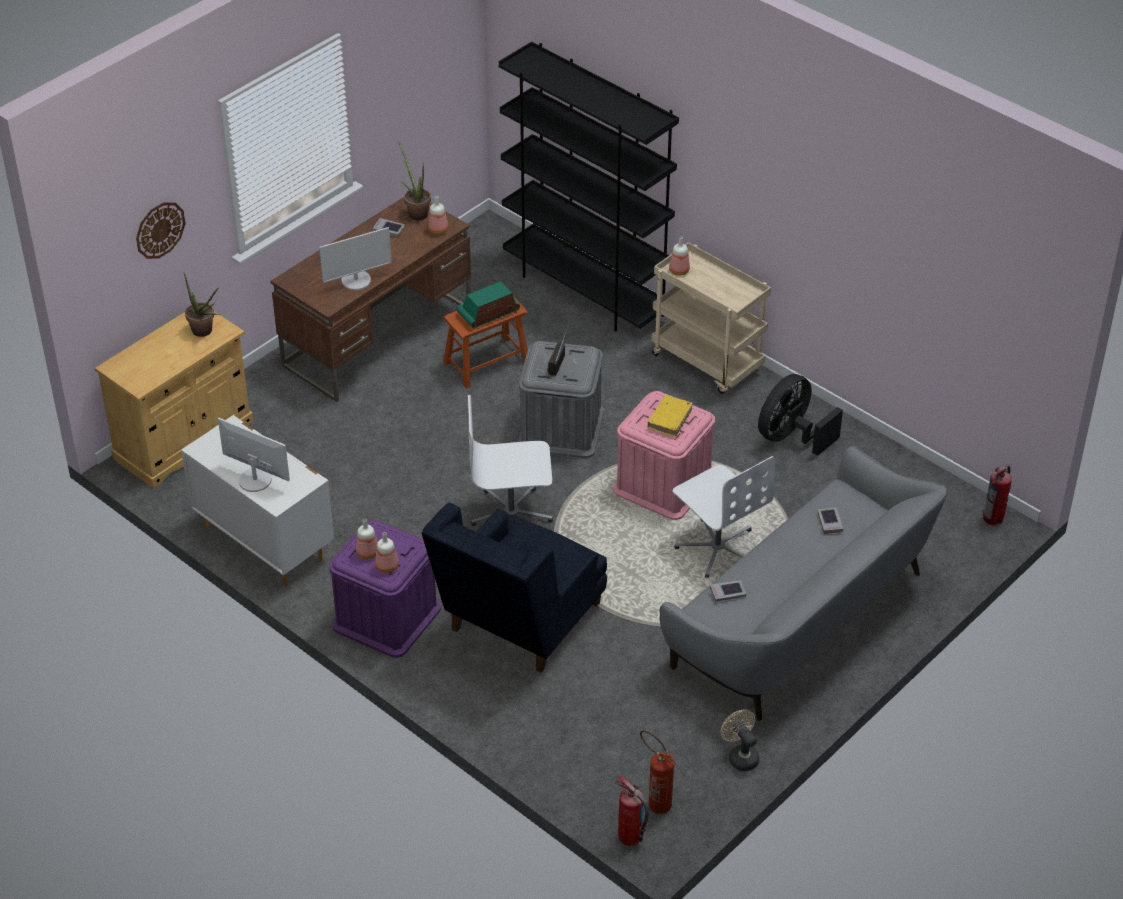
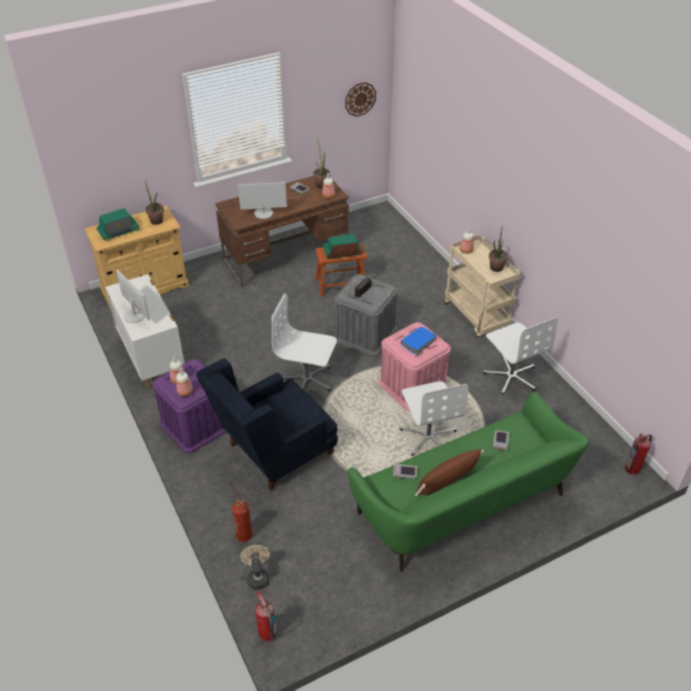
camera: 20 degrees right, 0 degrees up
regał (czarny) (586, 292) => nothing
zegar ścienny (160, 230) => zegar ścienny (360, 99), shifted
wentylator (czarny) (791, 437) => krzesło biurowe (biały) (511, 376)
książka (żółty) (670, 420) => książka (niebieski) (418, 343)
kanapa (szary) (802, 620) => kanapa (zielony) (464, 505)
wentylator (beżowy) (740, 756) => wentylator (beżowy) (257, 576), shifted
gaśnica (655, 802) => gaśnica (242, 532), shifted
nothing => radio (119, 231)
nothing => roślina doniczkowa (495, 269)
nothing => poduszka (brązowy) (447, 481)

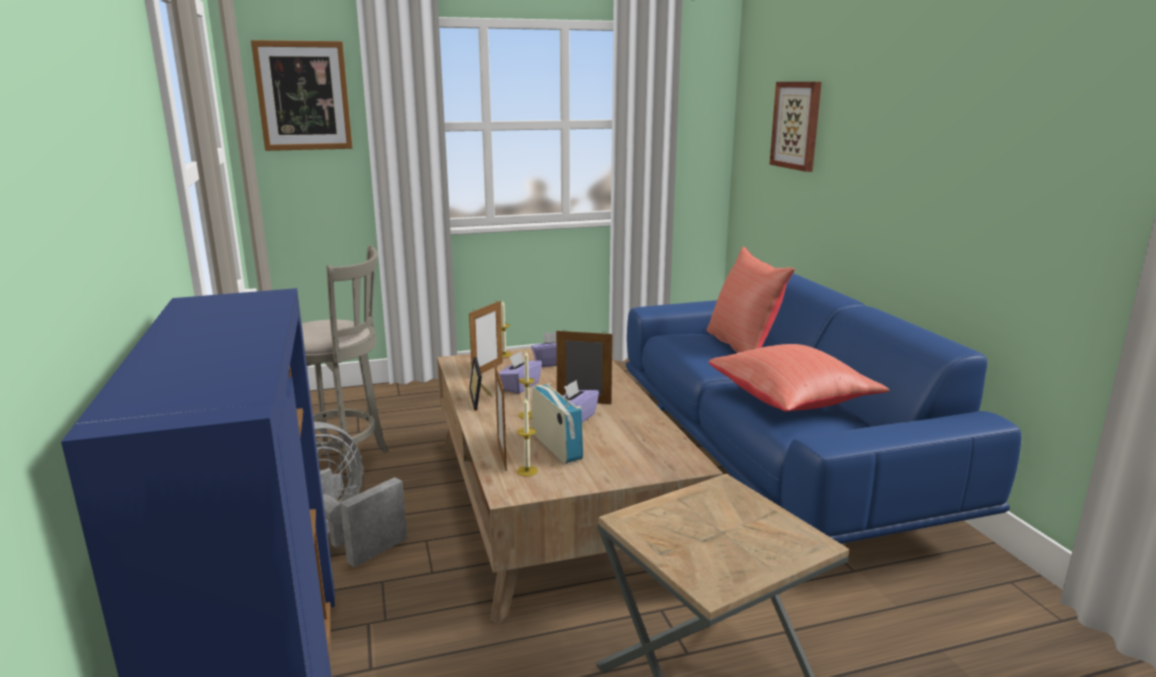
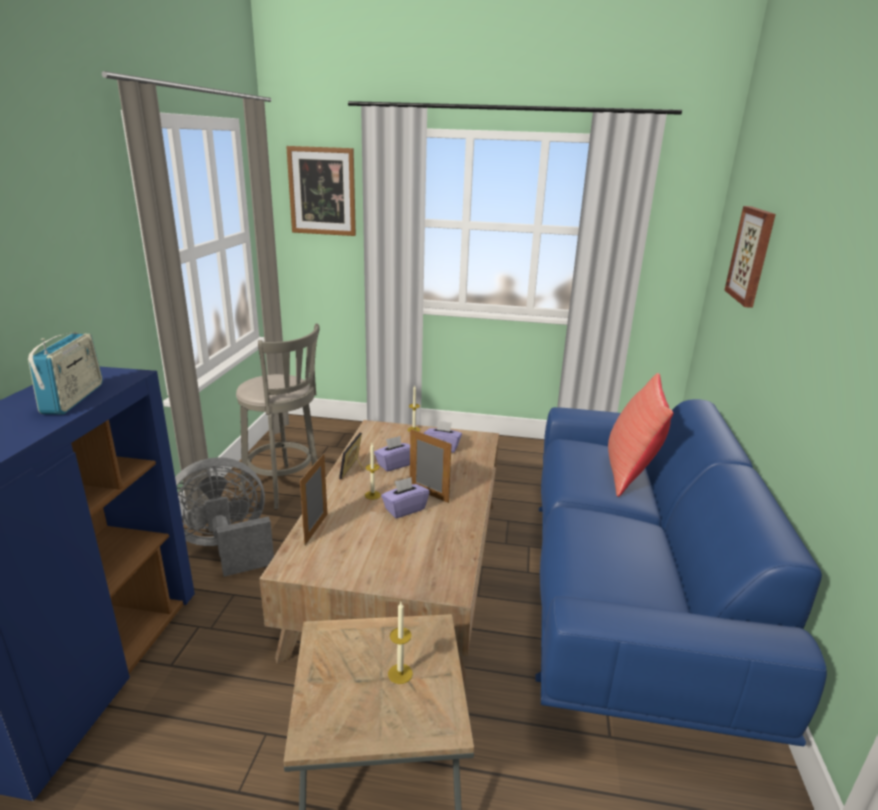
camera: 25 degrees right, 5 degrees up
ramka na zdjęcie (487, 370) => nothing
poduszka (czerwony) (792, 401) => nothing
radio (556, 446) => radio (73, 399), shifted
świeca (527, 471) => świeca (400, 673), shifted

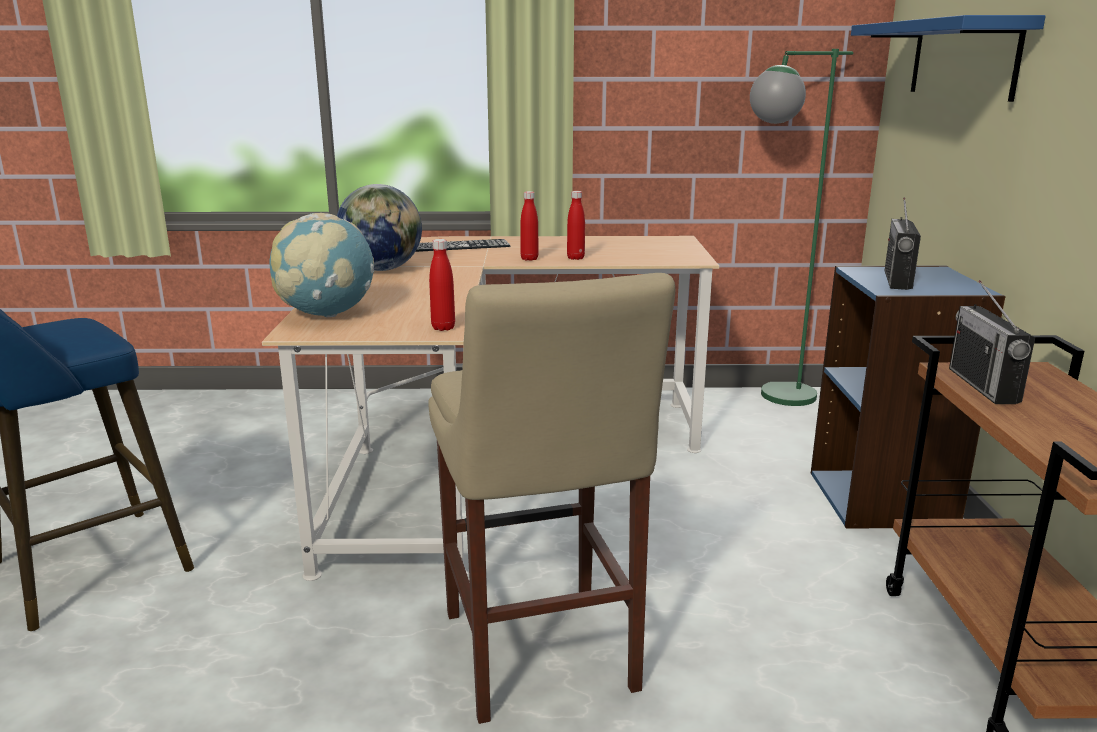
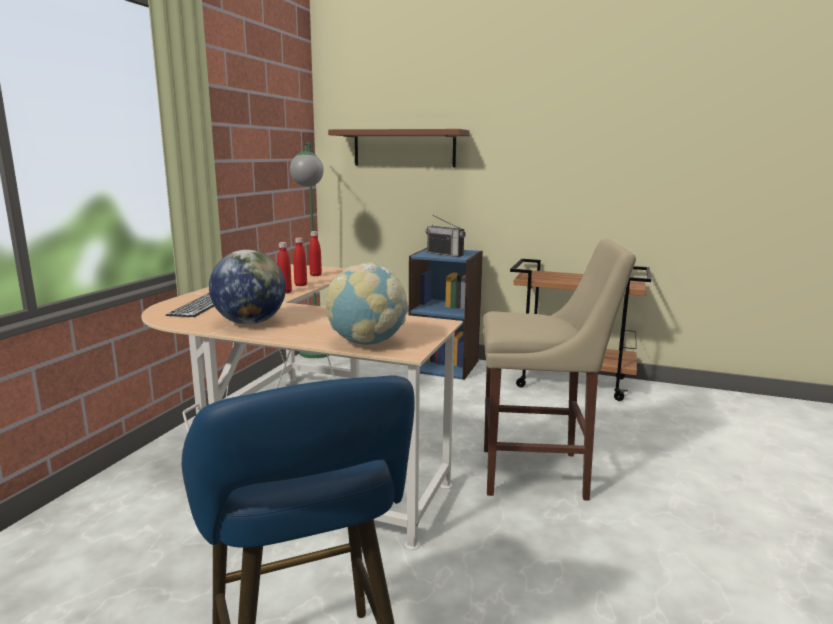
camera: 70 degrees left, 5 degrees down
półka (niebieski) (963, 59) => półka (brązowy) (404, 148)
butelka (czerwony) (443, 328) => butelka (czerwony) (315, 275), shifted
radio (983, 386) => nothing

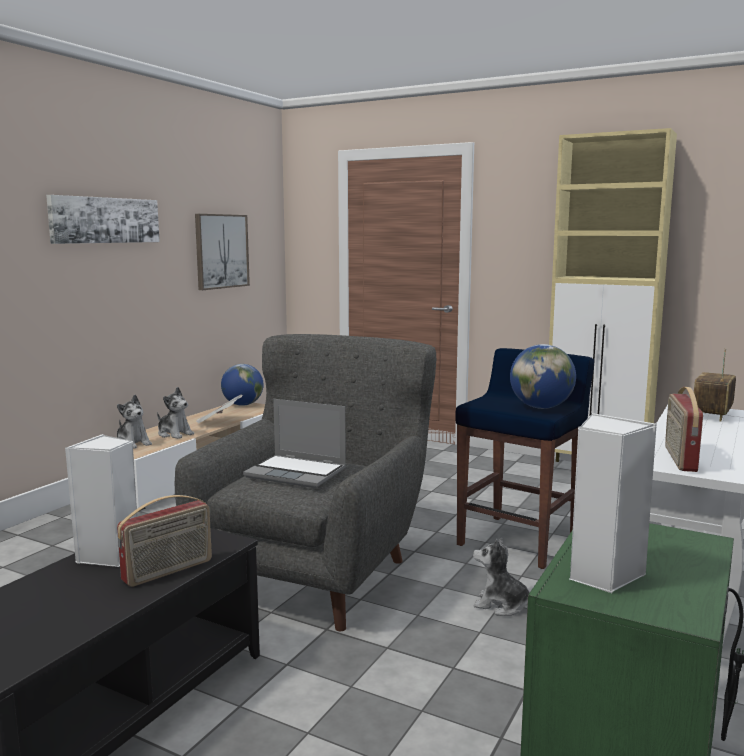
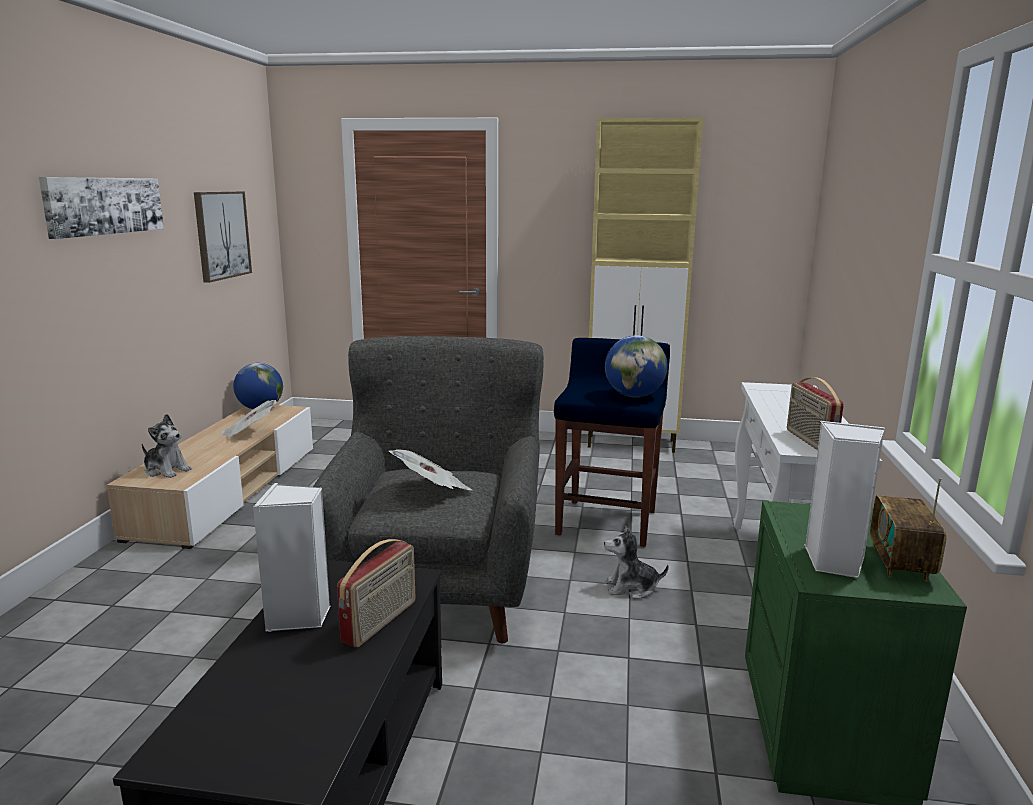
camera: 20 degrees left, 5 degrees up
radio (712, 415) => radio (900, 563), shifted
pluszak (175, 434) => nothing
laptop (297, 473) => gazeta (432, 490)

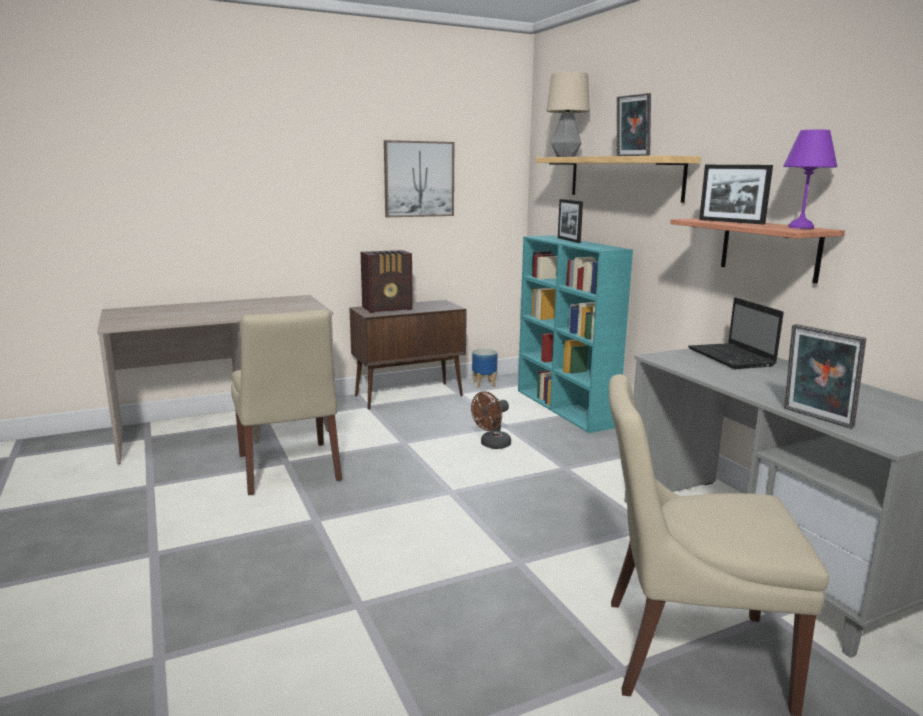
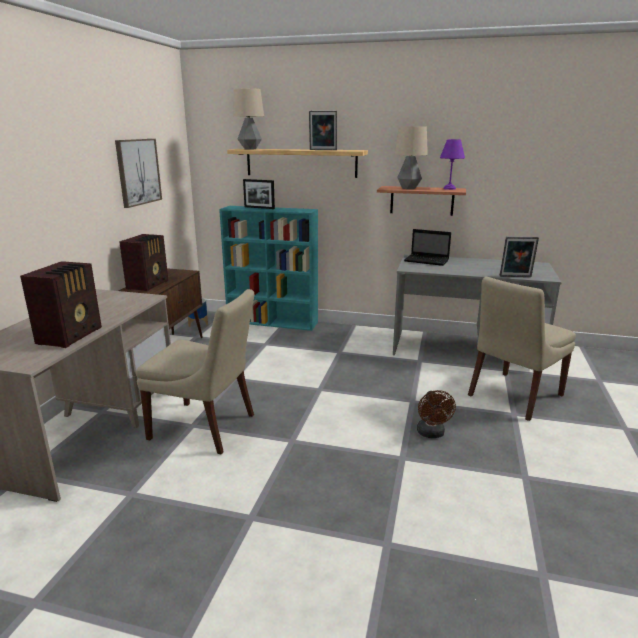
camera: 50 degrees left, 5 degrees up
ramka na zdjęcie (731, 222) => lampa stołowa (408, 188)
wentylator (brązowy) (492, 445) => wentylator (brązowy) (432, 434), shifted
nothing => radio (71, 335)

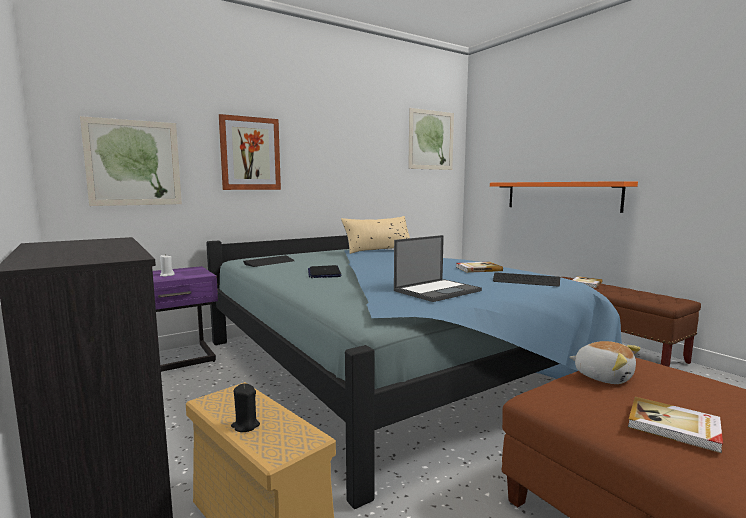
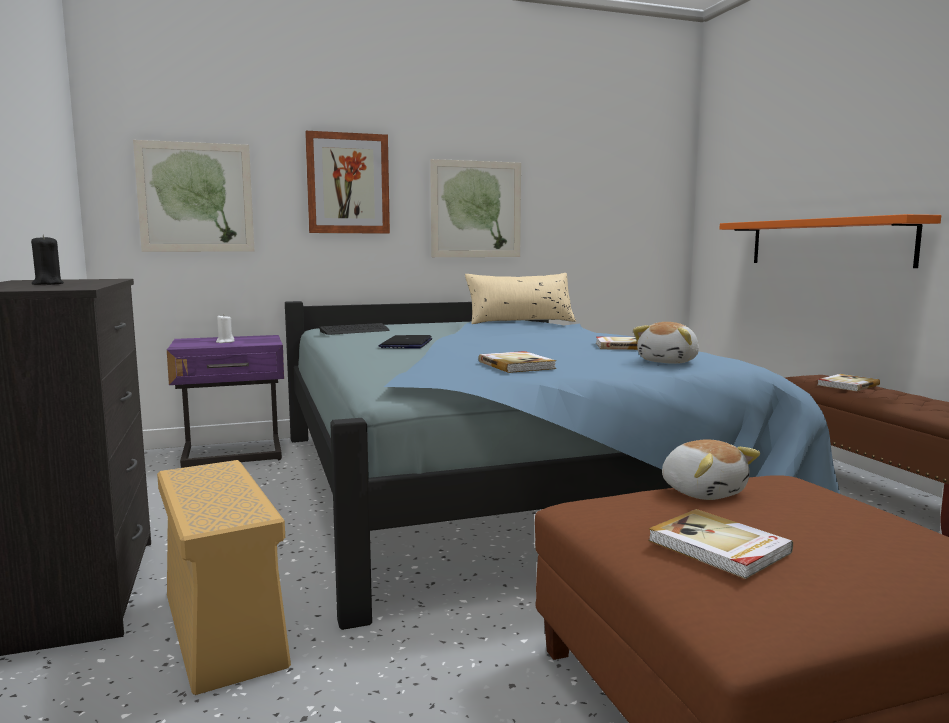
camera: 15 degrees right, 0 degrees up
obraz (431, 140) => obraz (476, 209), shifted
laptop (437, 290) => książka (517, 365)
klawiatura (525, 281) => pluszak (669, 362)
świeca (czarny) (245, 426) => świeca (czarny) (47, 284), shifted

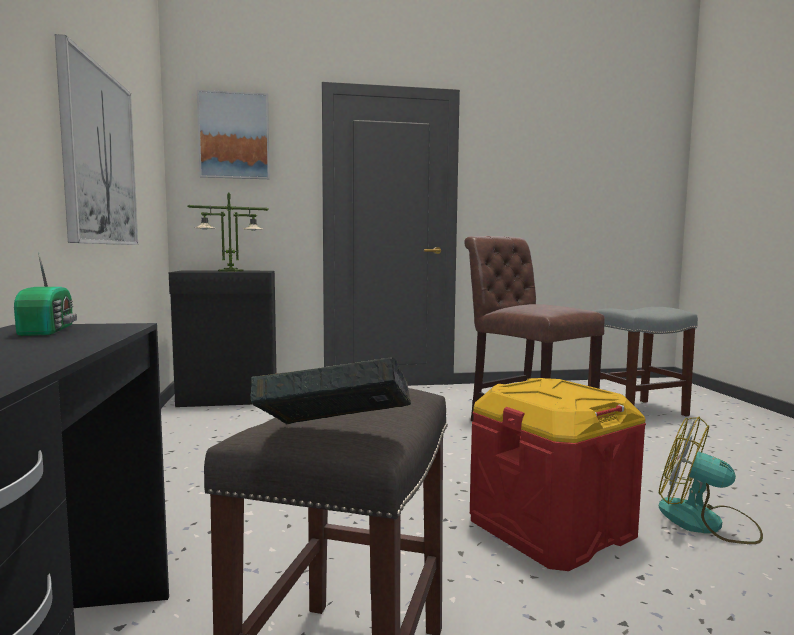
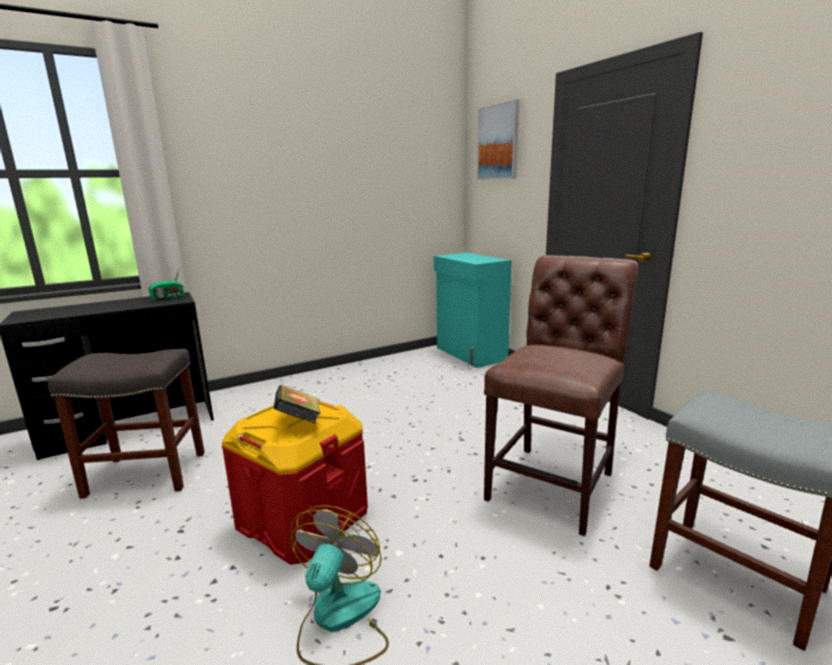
camera: 70 degrees right, 10 degrees up
obraz (99, 157) => nothing
lampa stołowa (230, 271) => nothing
szafka (czarny) (229, 399) => szafka (turkusowy) (470, 354)
książka (335, 437) => książka (299, 421), shifted

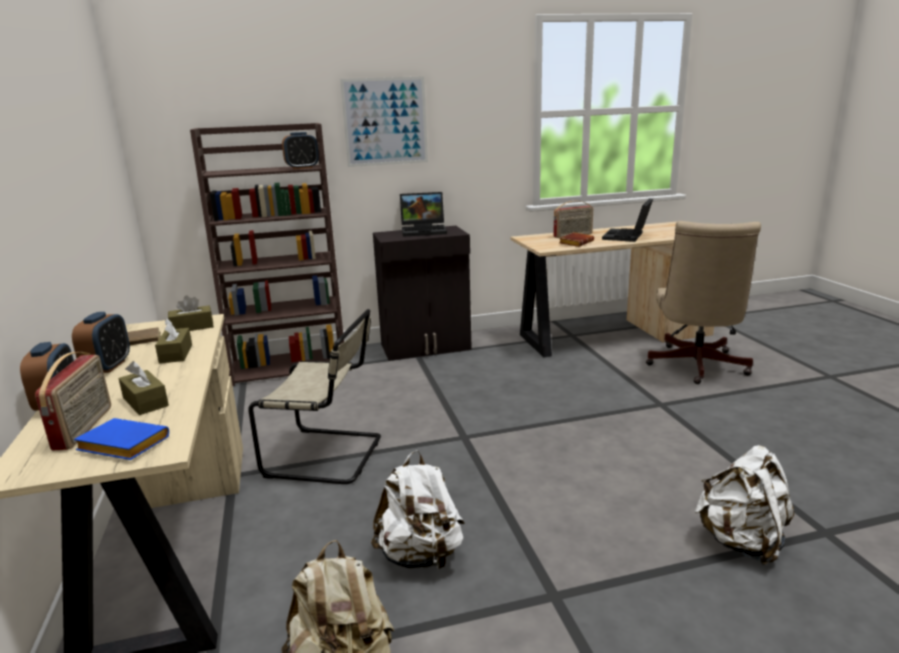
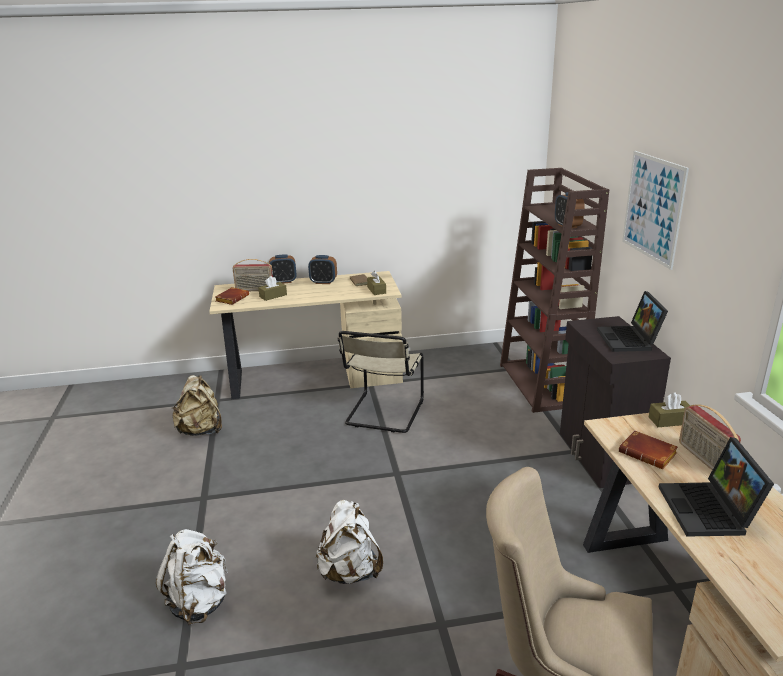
camera: 95 degrees right, 5 degrees up
laptop (627, 236) => laptop (710, 511), 120 degrees counterclockwise
pudełko chusteczek (brązowy) (176, 354) => pudełko chusteczek (brązowy) (670, 420), shifted
książka (niebieski) (120, 446) => książka (brązowy) (232, 298)
plecak (biały) (420, 555) => plecak (biały) (349, 572), shifted

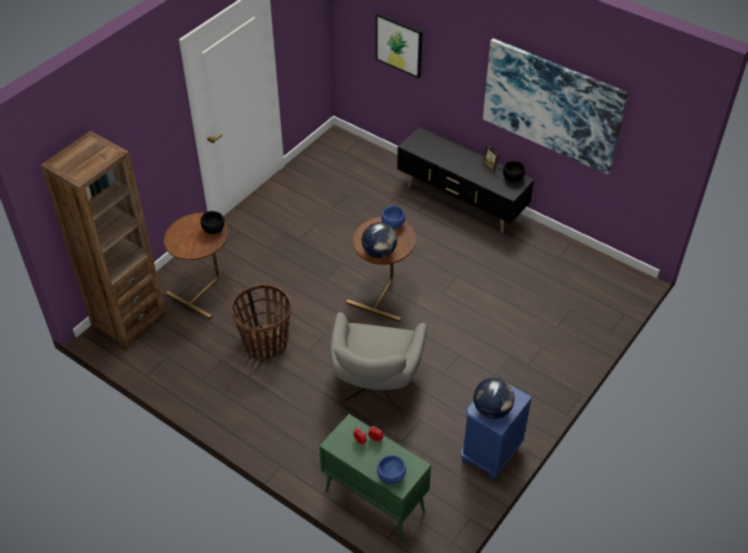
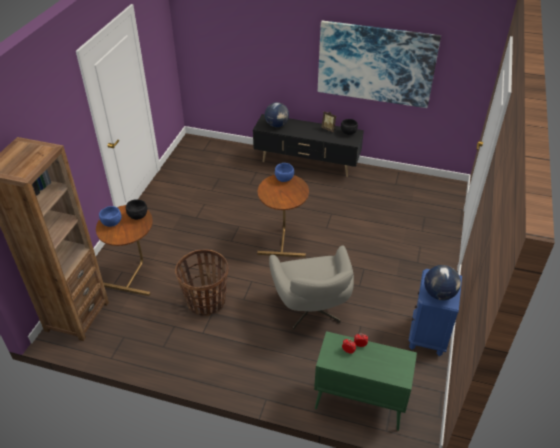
camera: 20 degrees left, 5 degrees down
obraz (399, 45) => nothing
globus (379, 252) => globus (277, 125), shifted
miska (niebieski) (391, 477) => miska (niebieski) (112, 223), shifted

